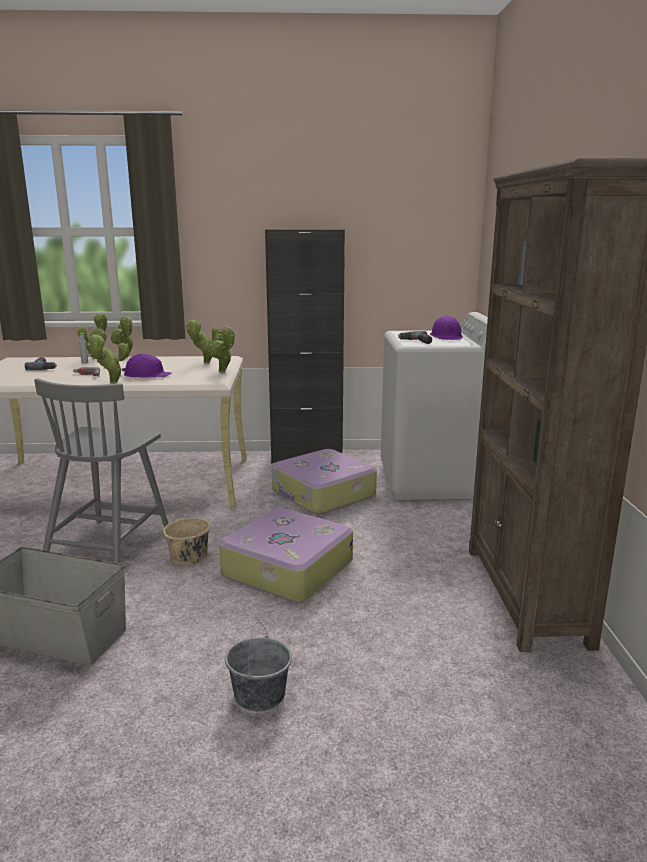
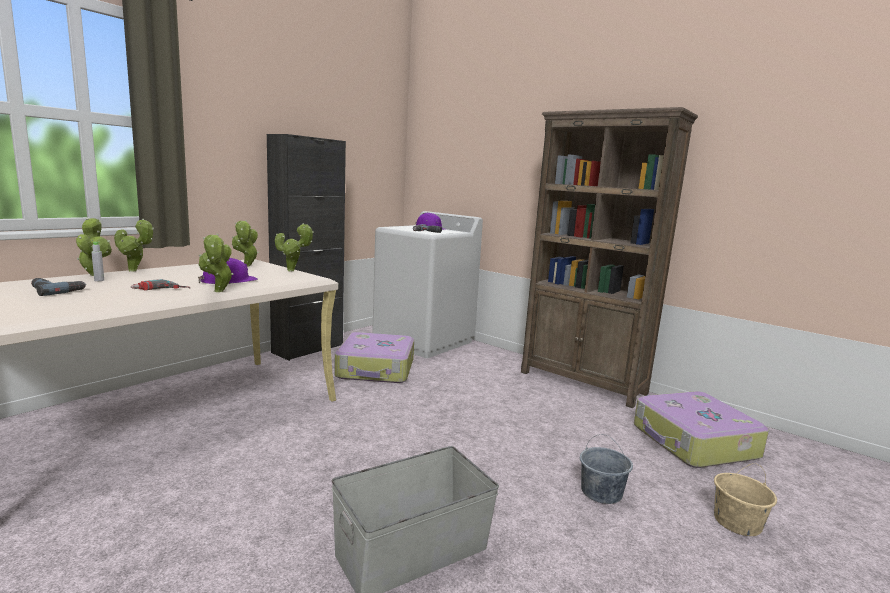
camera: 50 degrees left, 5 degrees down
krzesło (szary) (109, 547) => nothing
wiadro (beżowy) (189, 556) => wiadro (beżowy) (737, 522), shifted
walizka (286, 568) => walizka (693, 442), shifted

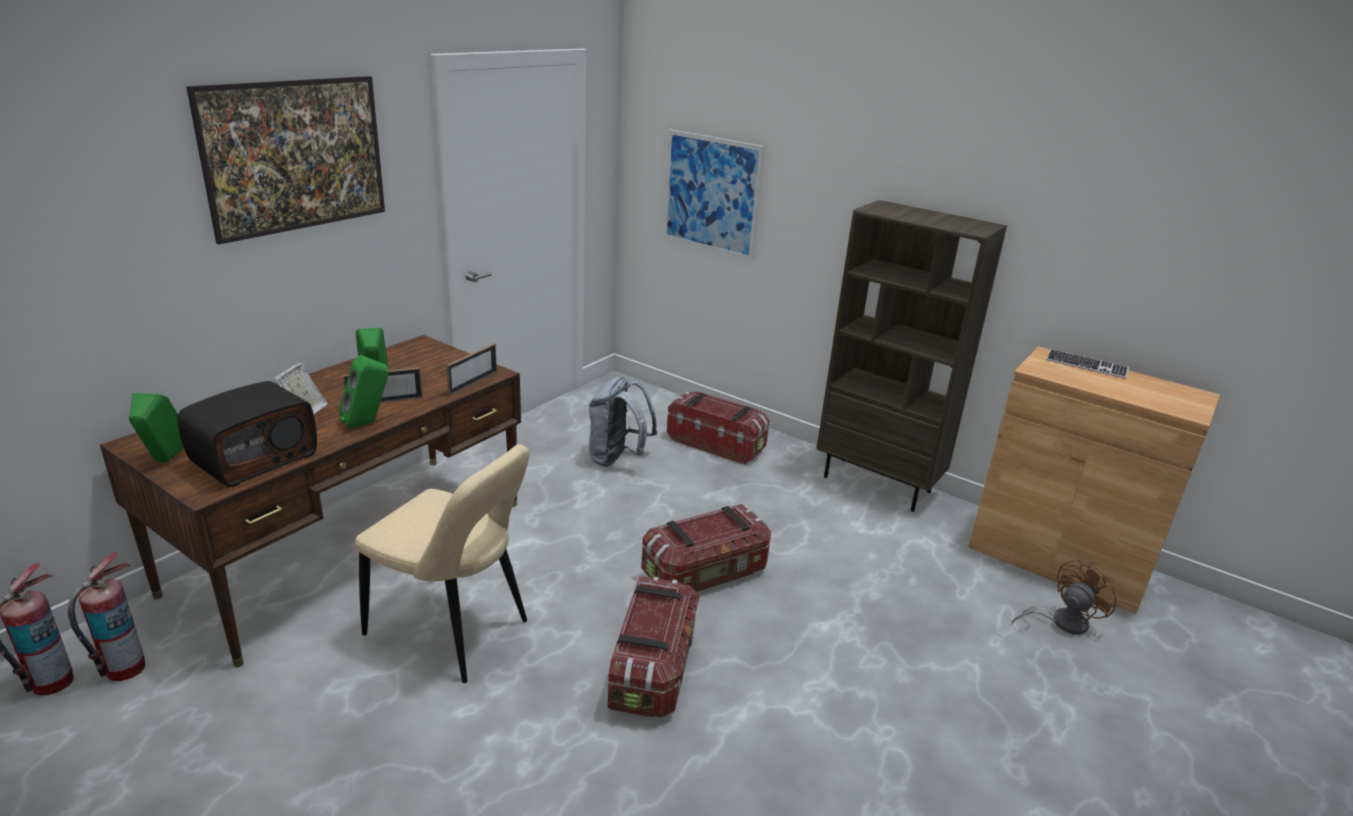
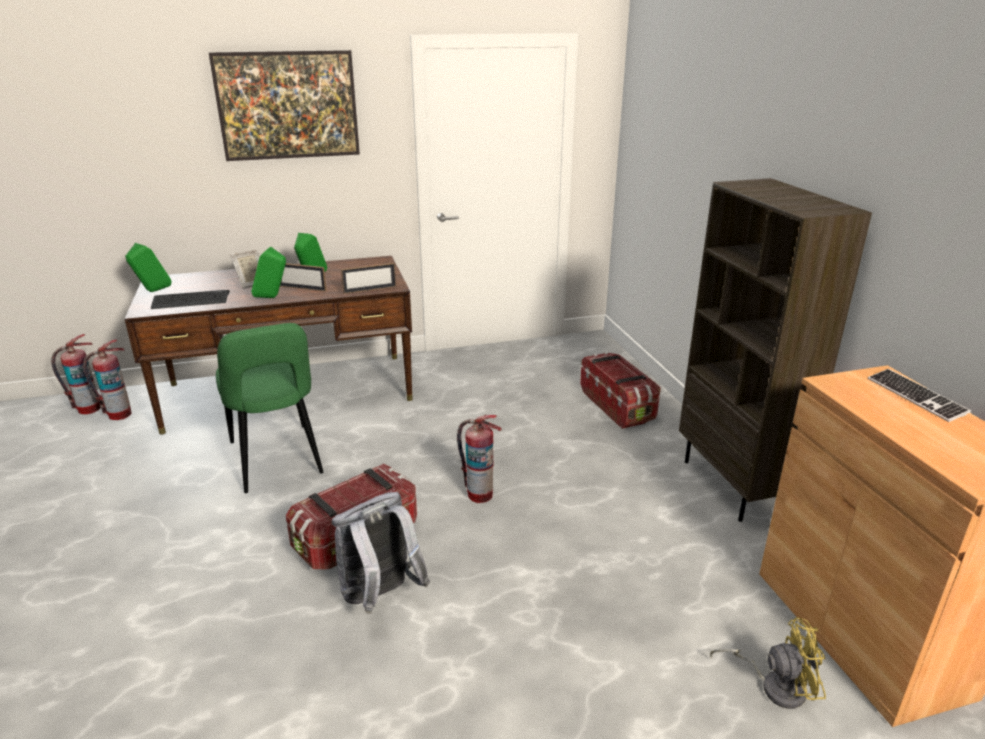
camera: 40 degrees right, 0 degrees up
obraz (711, 194) => nothing
plecak (szary) (617, 458) => plecak (szary) (380, 597), shifted
radio (254, 458) => klawiatura (190, 300)
krzesło (beżowy) (453, 631) => krzesło (zielony) (277, 461)
pojemnik do przechowywania (706, 574) => gaśnica (479, 494)
wentylator (brązowy) (1061, 622) => wentylator (żółty) (774, 685)

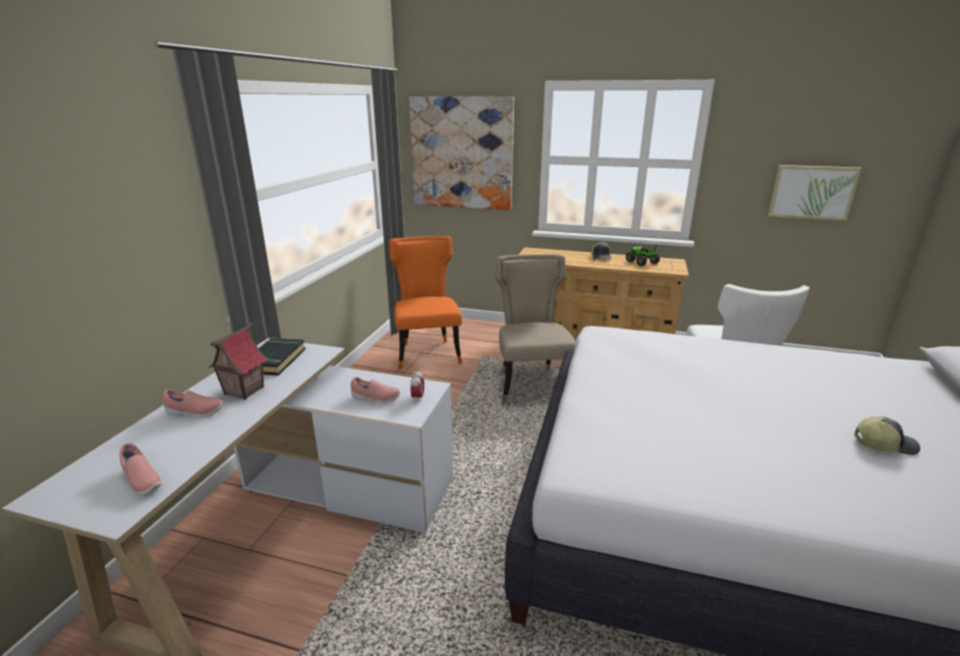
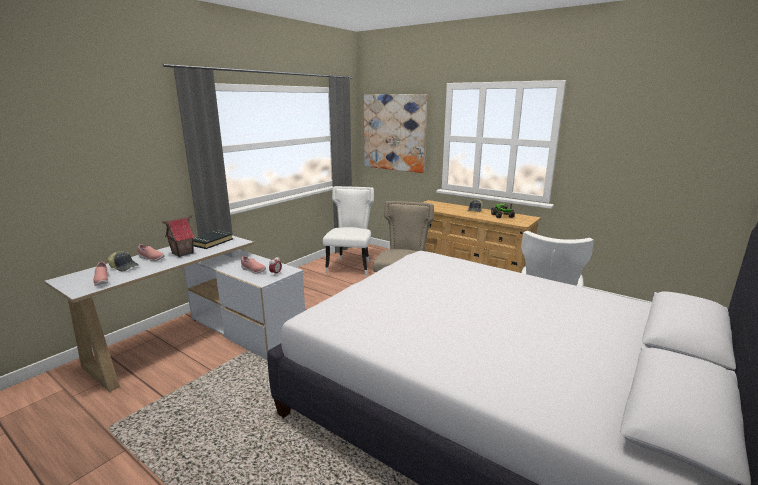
camera: 20 degrees right, 5 degrees down
obraz (812, 192) => nothing
krzesło (pomarańczowy) (427, 353) => krzesło (biały) (351, 266)
czapka z daszkiem (883, 444) => czapka z daszkiem (124, 267), shifted

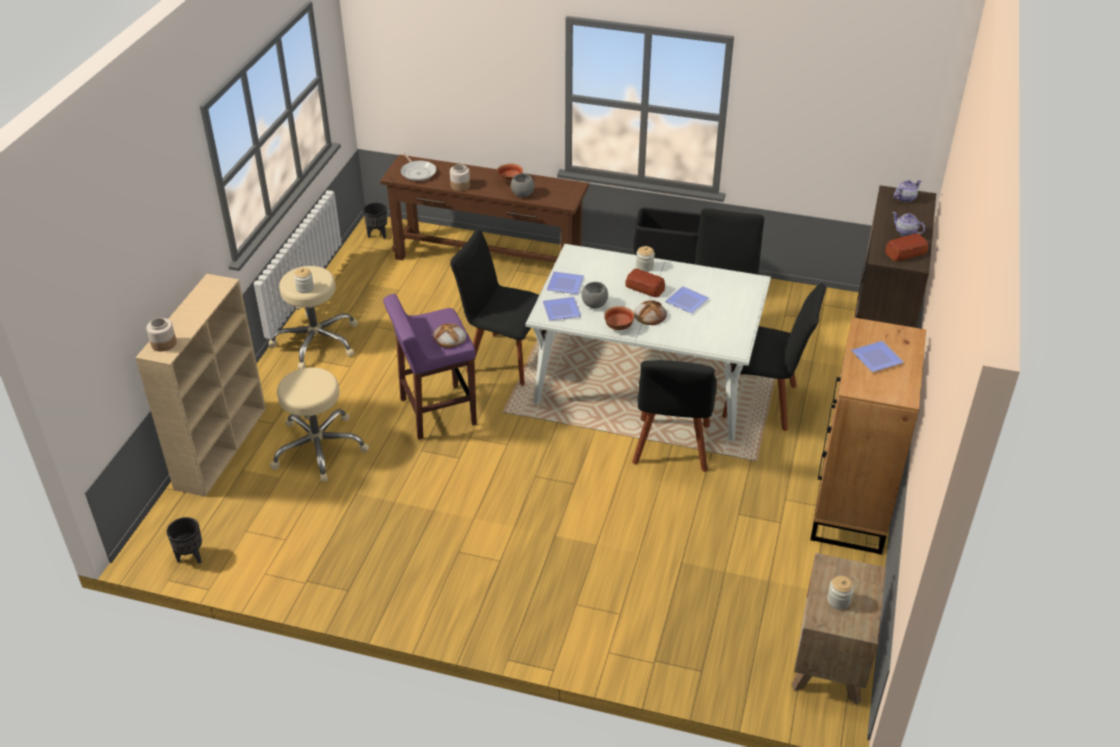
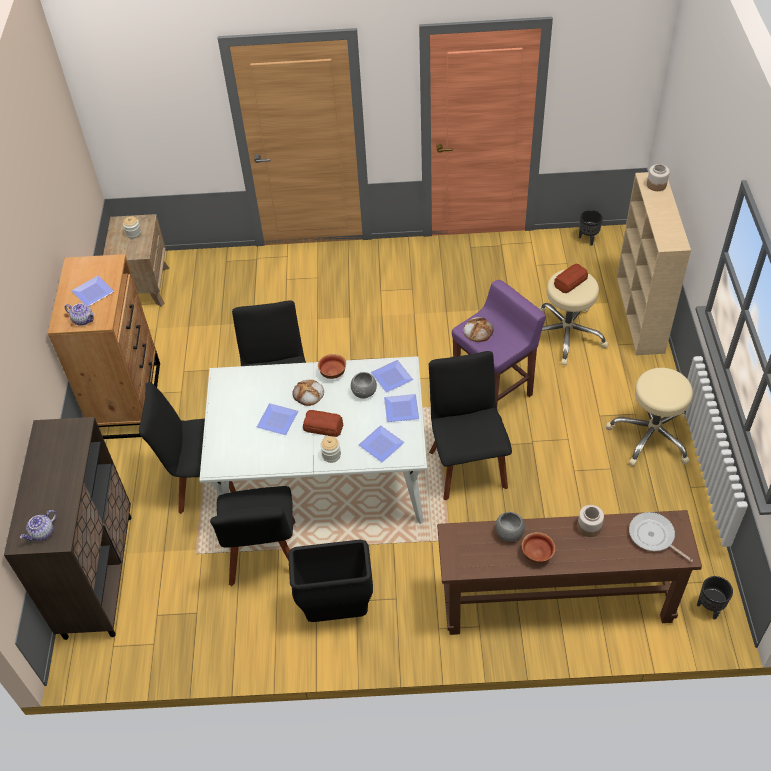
camera: 165 degrees right, 10 degrees up
imbryk (905, 232) => imbryk (83, 320), shifted
krzesło (czarny) (503, 358) => krzesło (czarny) (467, 465), 105 degrees counterclockwise
chleb (906, 252) => chleb (570, 282), shifted
słoik (305, 288) => nothing
nothing => talerz (379, 445)

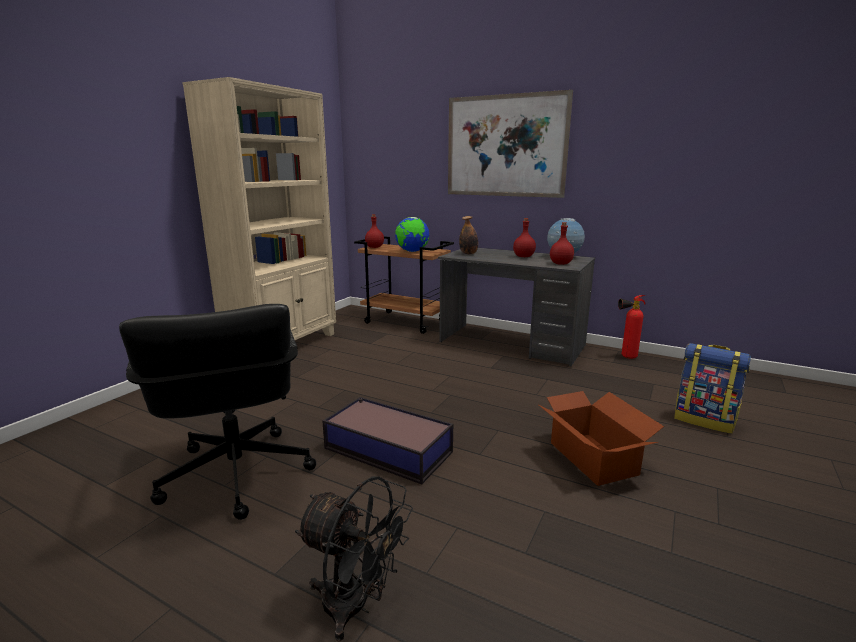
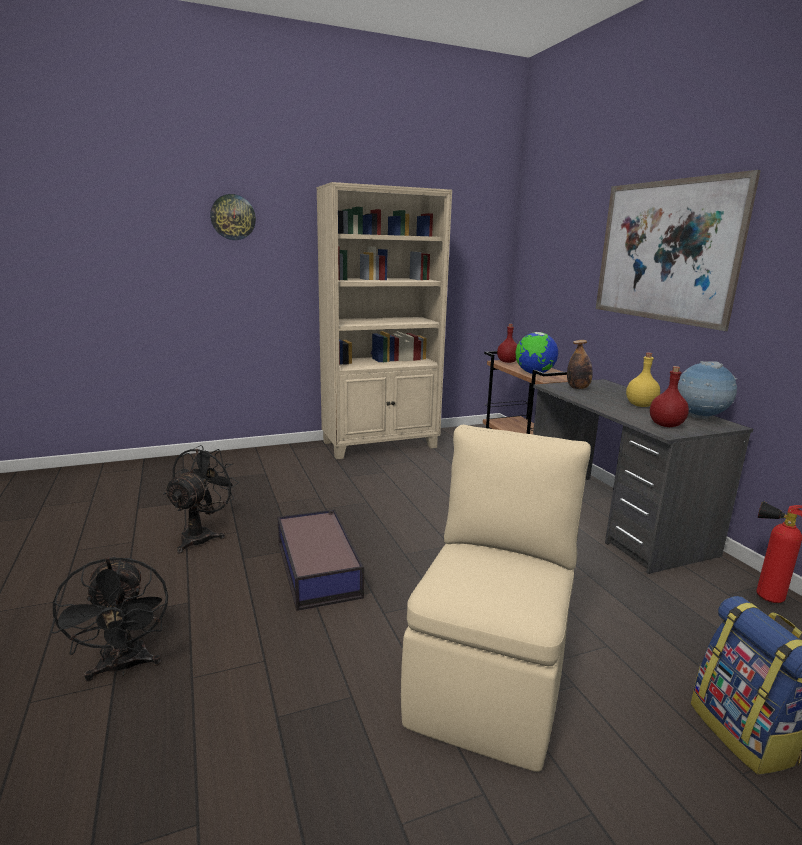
camera: 40 degrees right, 0 degrees up
butelka (czerwony) (523, 256) => butelka (żółty) (640, 405)
krzesło biurowe (czarny) (236, 475) => wentylator (czarny) (202, 535)
karton (593, 458) => krzesło (beżowy) (490, 682)
nothing => zegar ścienny (233, 217)

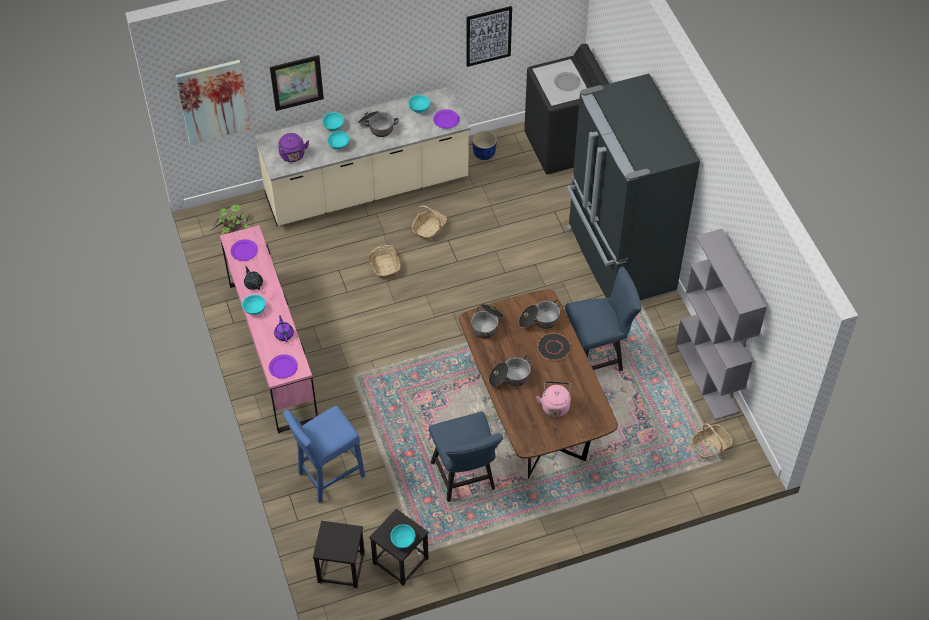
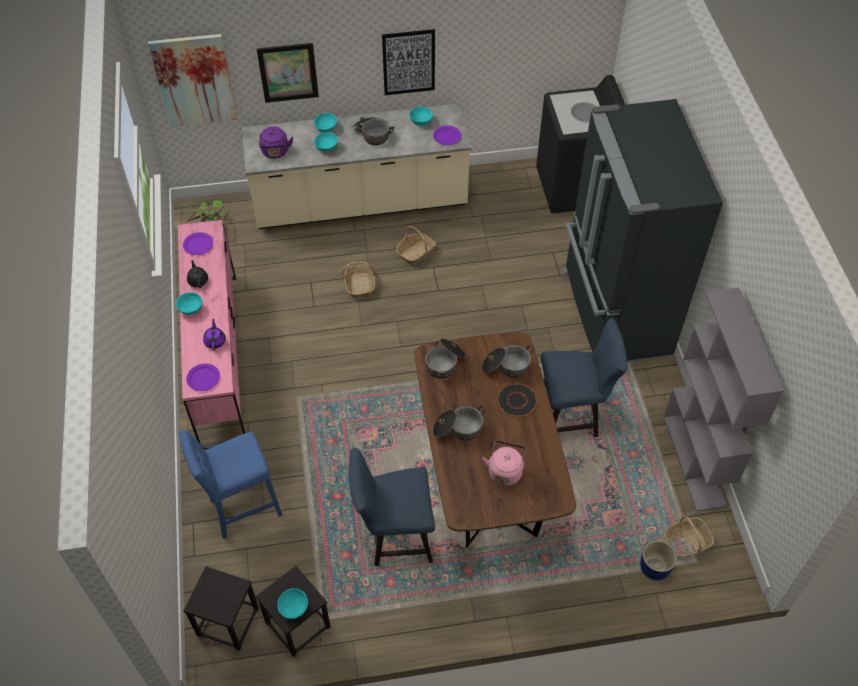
camera: 10 degrees right, 0 degrees up
obraz (488, 36) => obraz (408, 62), shifted
donica (niebieski) (484, 153) => donica (niebieski) (655, 567), shifted
krzesło (niebieski) (465, 479) => krzesło (niebieski) (394, 537), 90 degrees clockwise

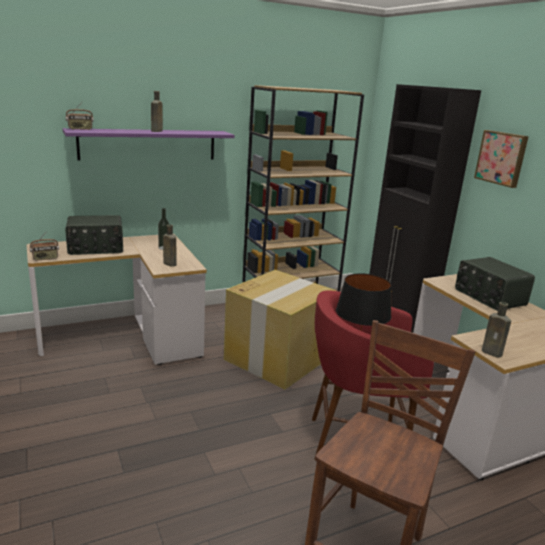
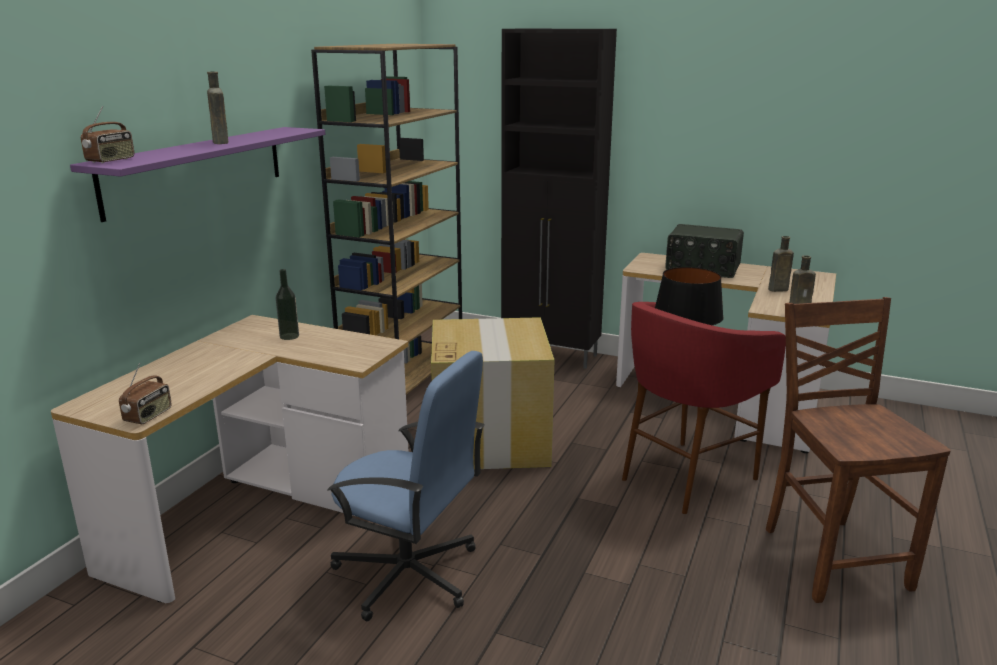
camera: 40 degrees left, 0 degrees up
obraz (502, 158) => nothing
radio (96, 248) => nothing
butelka (brązowy) (169, 264) => butelka (brązowy) (776, 289), shifted
nothing => krzesło biurowe (niebieski) (408, 574)

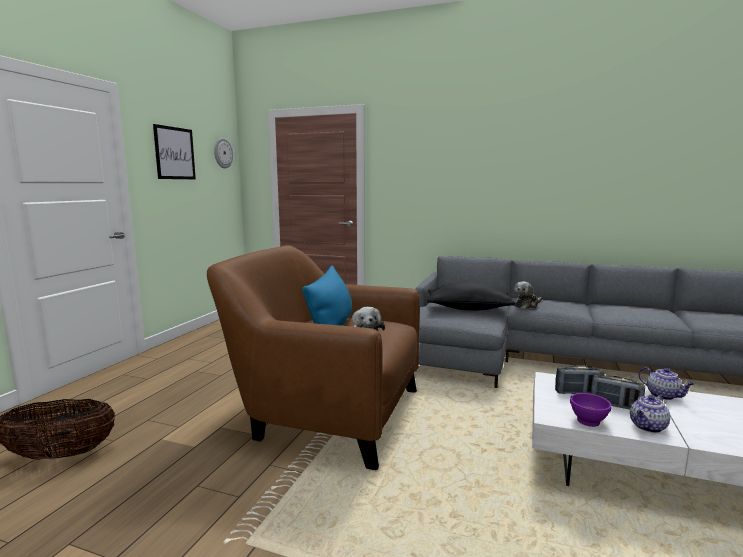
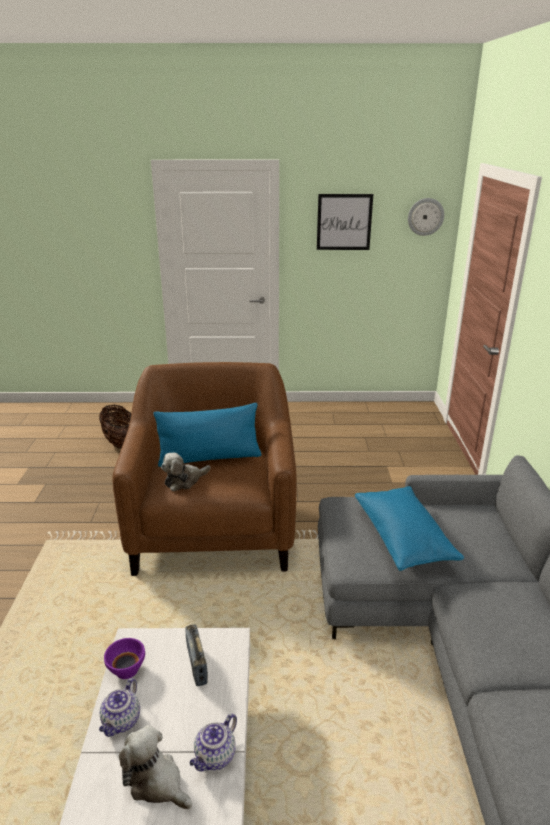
camera: 70 degrees right, 15 degrees up
pluszak (527, 305) => pluszak (156, 781), shifted
poduszka (czarny) (468, 308) => poduszka (niebieski) (403, 539)
radio (615, 405) => nothing
imbryk (648, 427) => imbryk (121, 722), 105 degrees counterclockwise

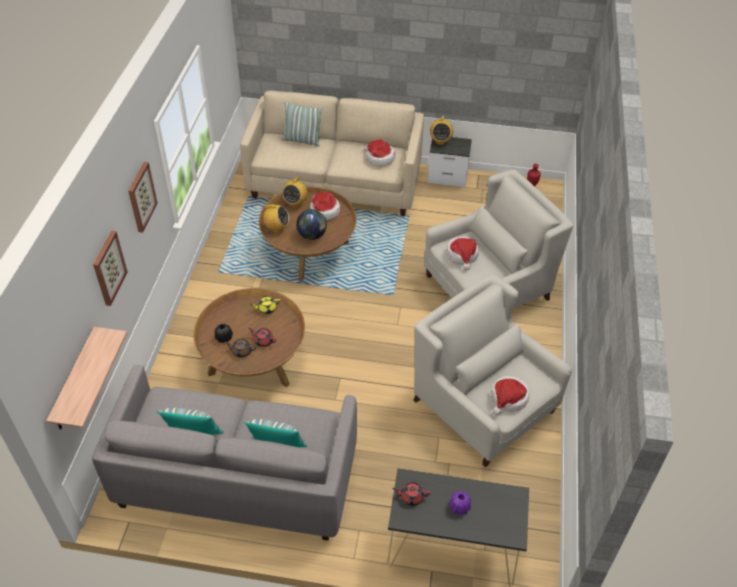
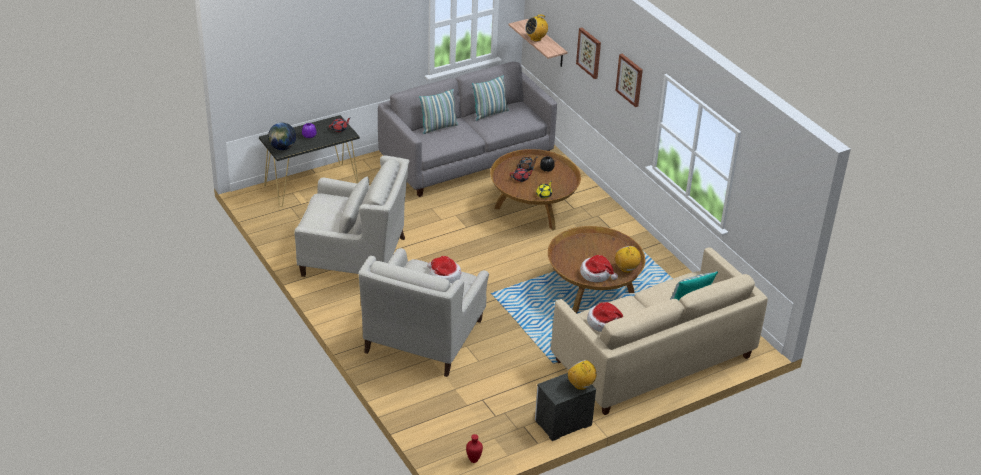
camera: 140 degrees right, 10 degrees down
radio (276, 228) => radio (536, 38), shifted
globus (312, 235) => globus (282, 148), shifted
kapelusz (508, 399) => nothing

